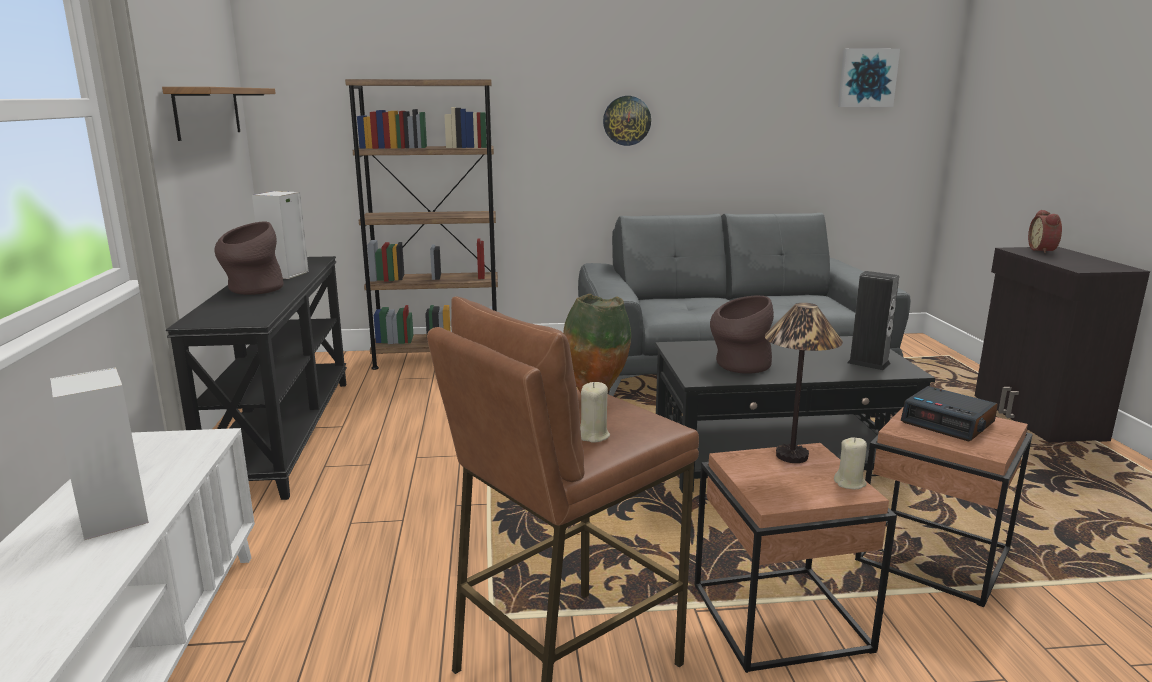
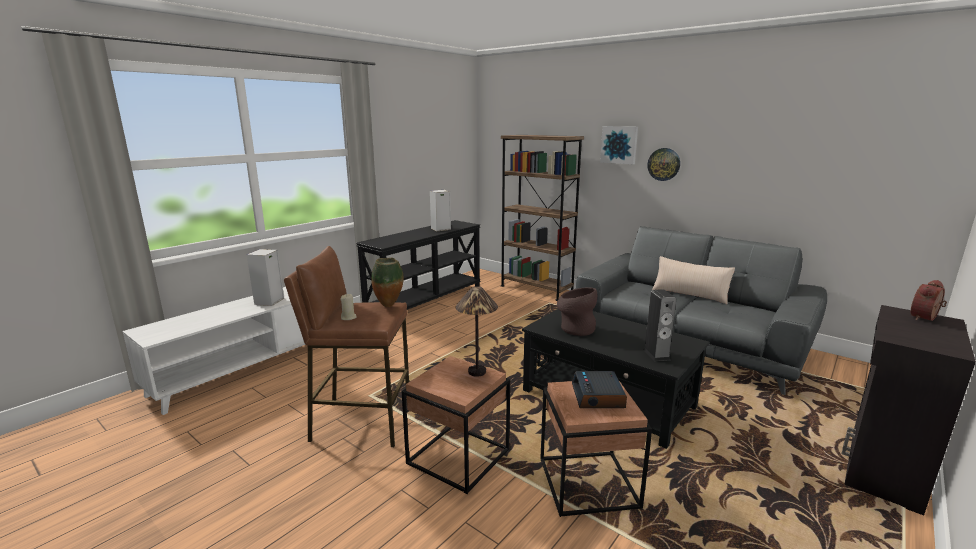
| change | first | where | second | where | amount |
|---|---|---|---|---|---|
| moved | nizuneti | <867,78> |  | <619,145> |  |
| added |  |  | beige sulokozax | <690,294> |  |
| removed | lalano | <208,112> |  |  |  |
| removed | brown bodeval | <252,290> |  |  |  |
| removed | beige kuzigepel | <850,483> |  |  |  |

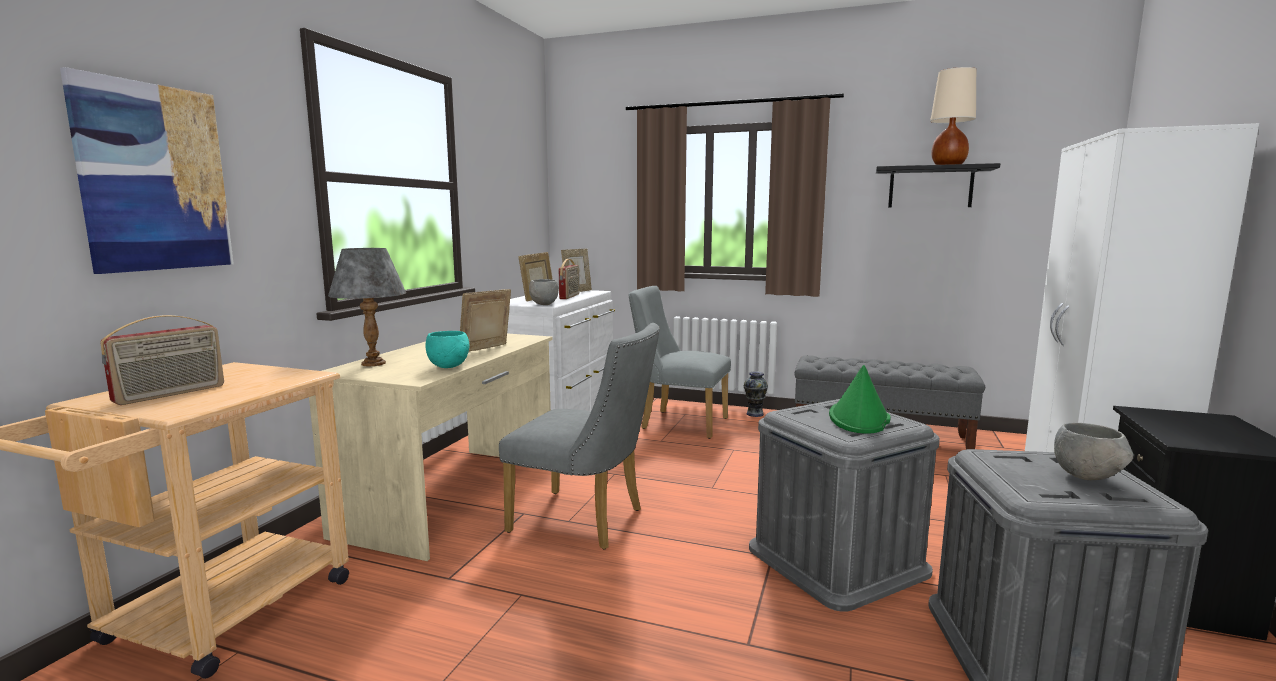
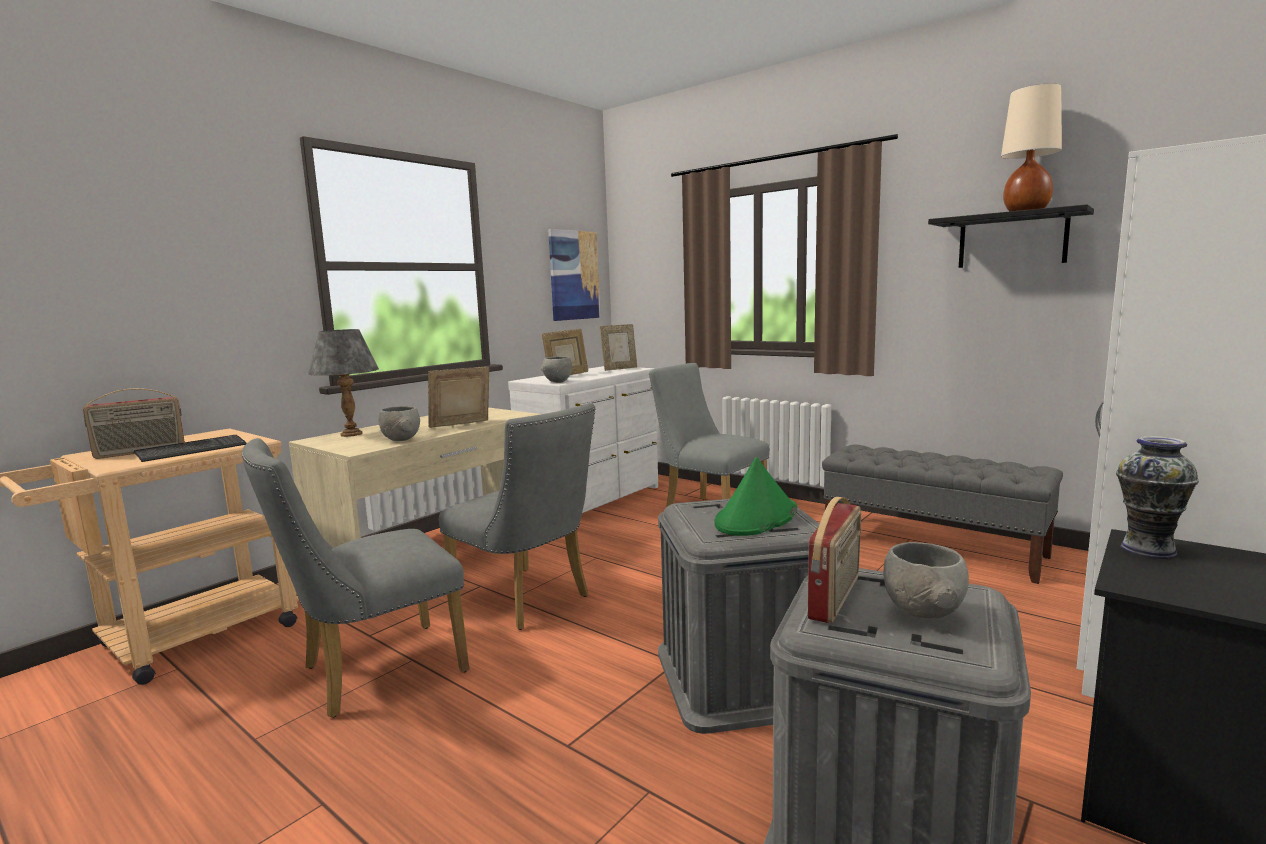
| change | first | where | second | where | amount |
|---|---|---|---|---|---|
| added |  |  | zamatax | <192,450> |  |
| added |  |  | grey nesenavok | <372,673> |  |
| recoloured | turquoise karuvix | <449,367> | grey karuvix | <401,440> |  |
| moved | nizuneti | <154,178> |  | <574,275> |  |
| moved | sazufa | <570,296> |  | <836,598> |  |
| moved | bodeval | <755,414> |  | <1149,550> |  |

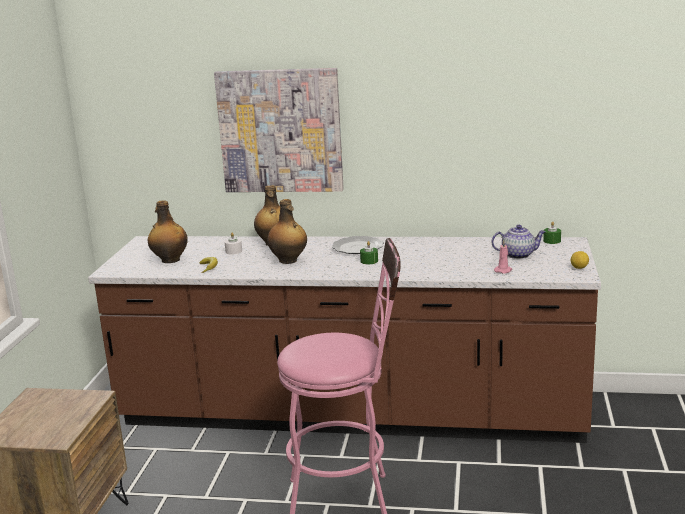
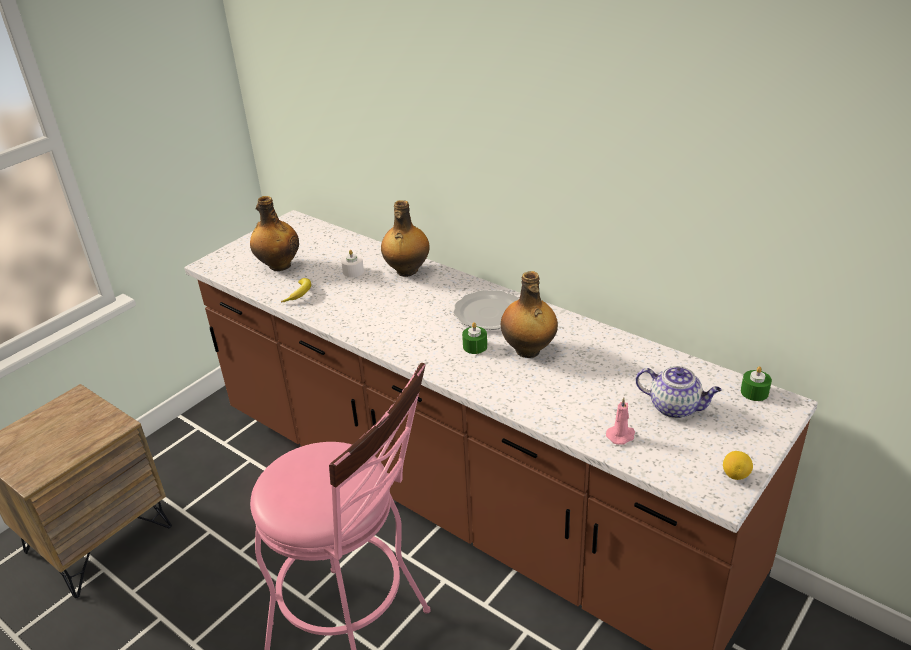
| change | first | where | second | where | amount |
|---|---|---|---|---|---|
| moved | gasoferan | <288,261> |  | <528,351> |  |
| removed | nizuneti | <280,131> |  |  |  |

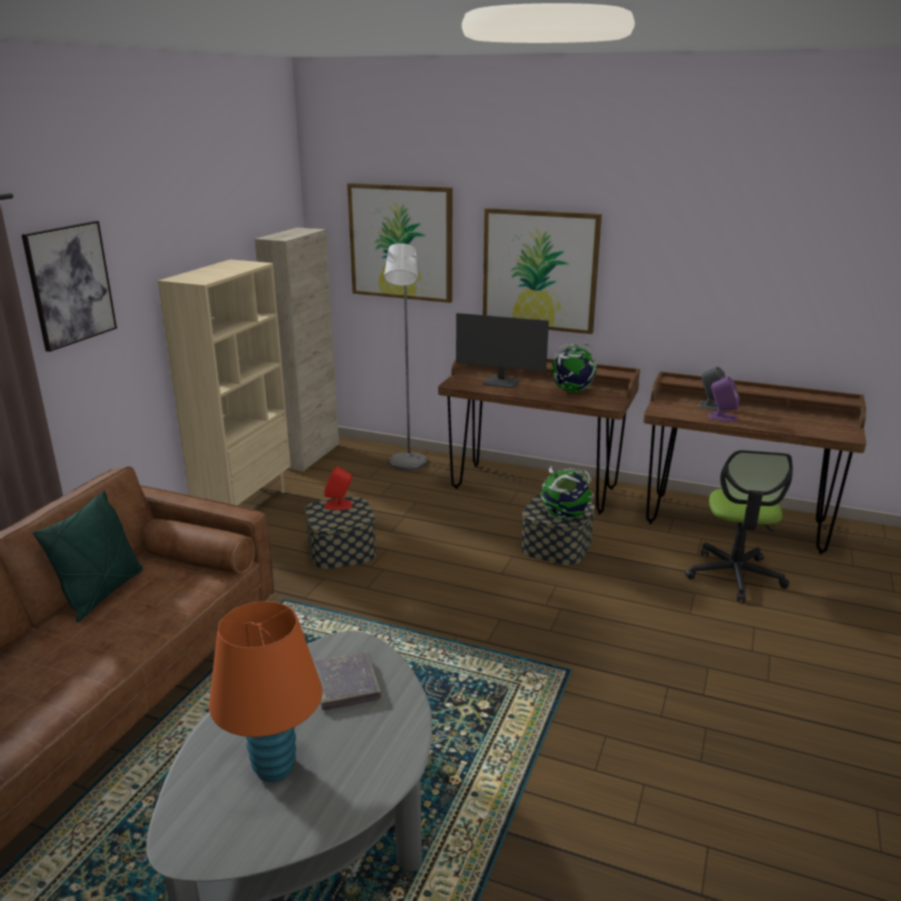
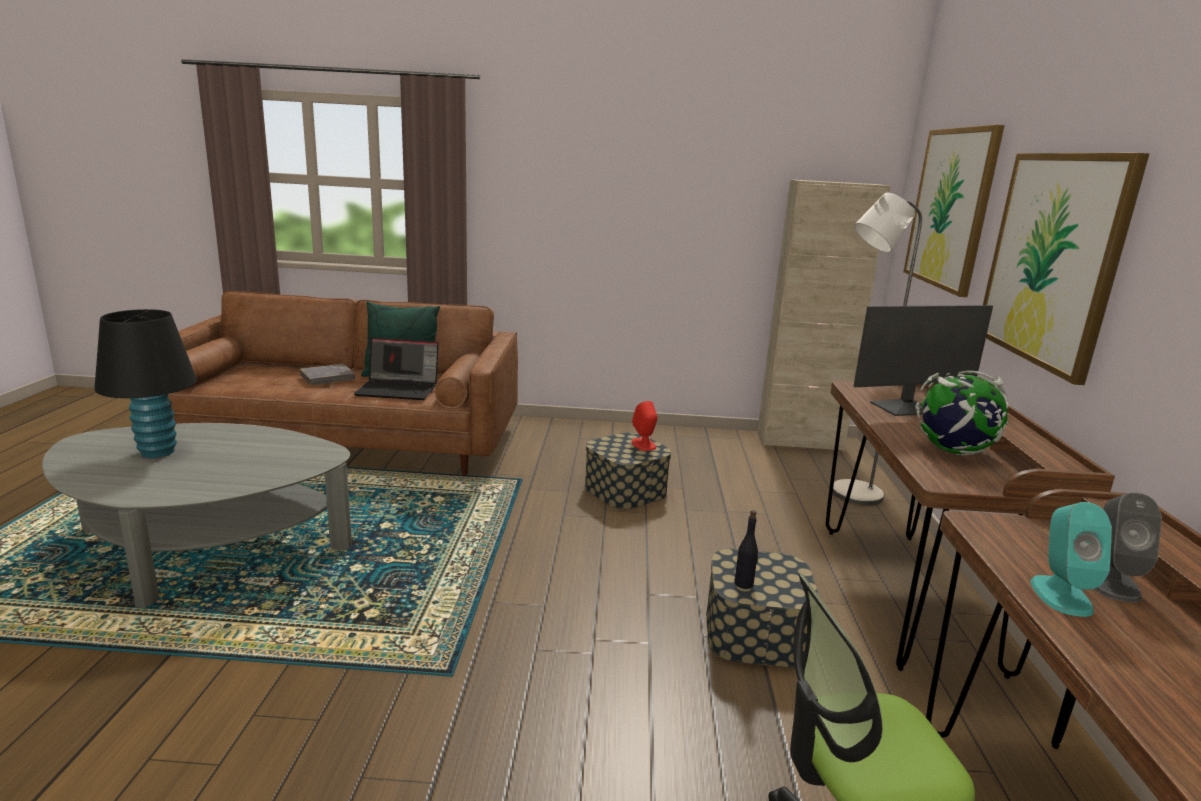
| change | first | where | second | where | amount |
|---|---|---|---|---|---|
| recoloured | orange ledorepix | <274,768> | black ledorepix | <157,452> |  |
| moved | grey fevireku | <346,685> |  | <327,378> |  |
| added |  |  | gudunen | <399,389> |  |
| replaced | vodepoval | <565,517> | black gasoferan | <744,584> |  |
| turned | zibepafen | <501,382> |  | <905,408> | 105 degrees counterclockwise |
| recoloured | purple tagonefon | <722,417> | turquoise tagonefon | <1060,595> |  |
| removed | nizuneti | <70,284> |  |  |  |
| removed | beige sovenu | <244,505> |  |  |  |

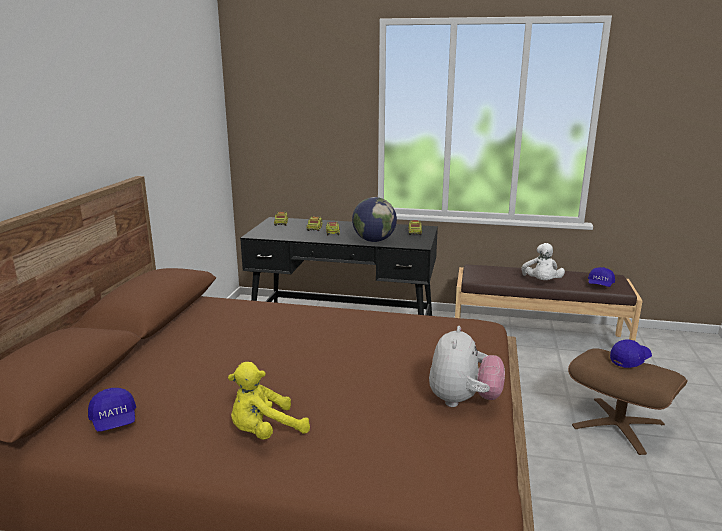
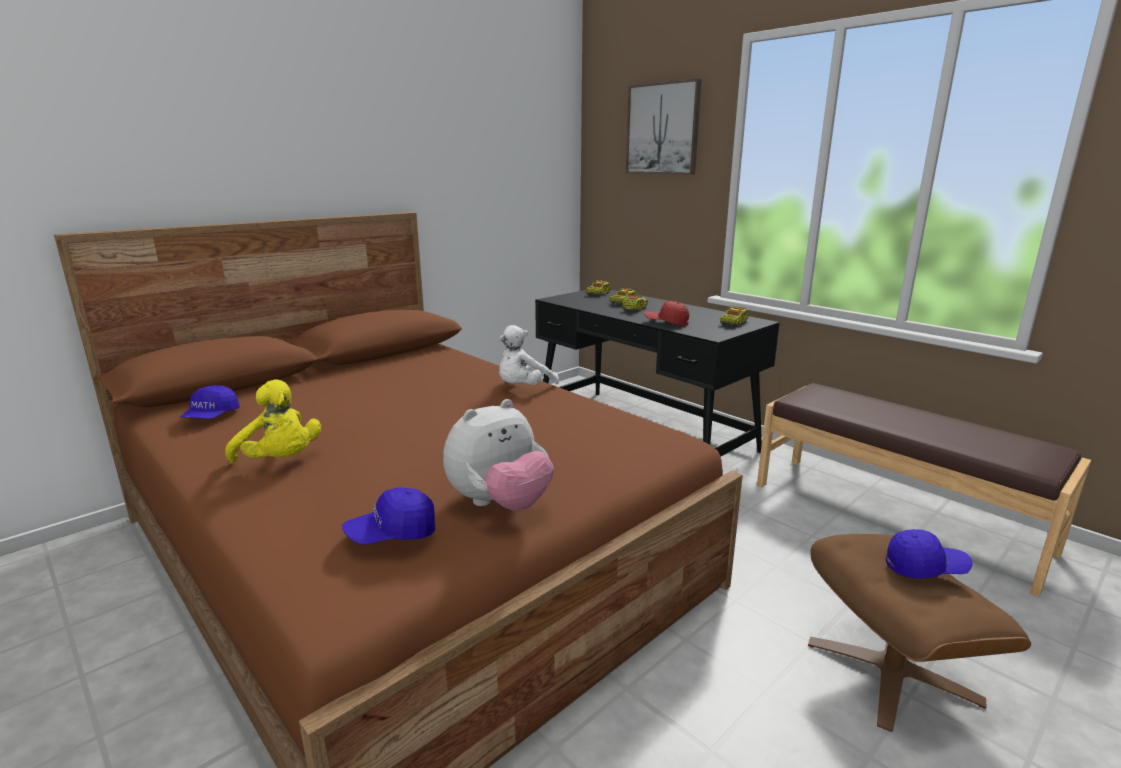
| change | first | where | second | where | amount |
|---|---|---|---|---|---|
| turned | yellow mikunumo | <265,432> |  | <280,461> | 150 degrees counterclockwise |
| moved | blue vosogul | <600,285> |  | <392,534> |  |
| moved | white mikunumo | <541,282> |  | <523,388> |  |
| added |  |  | nizuneti | <663,129> |  |
| replaced | vodepoval | <374,240> | red vosogul | <666,323> |  |

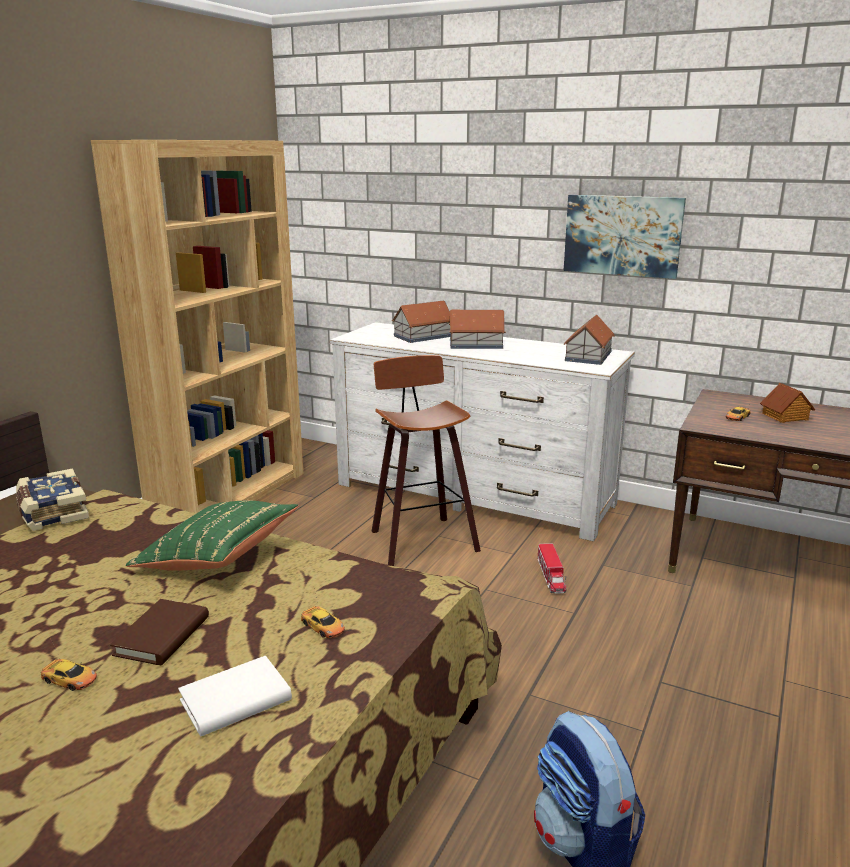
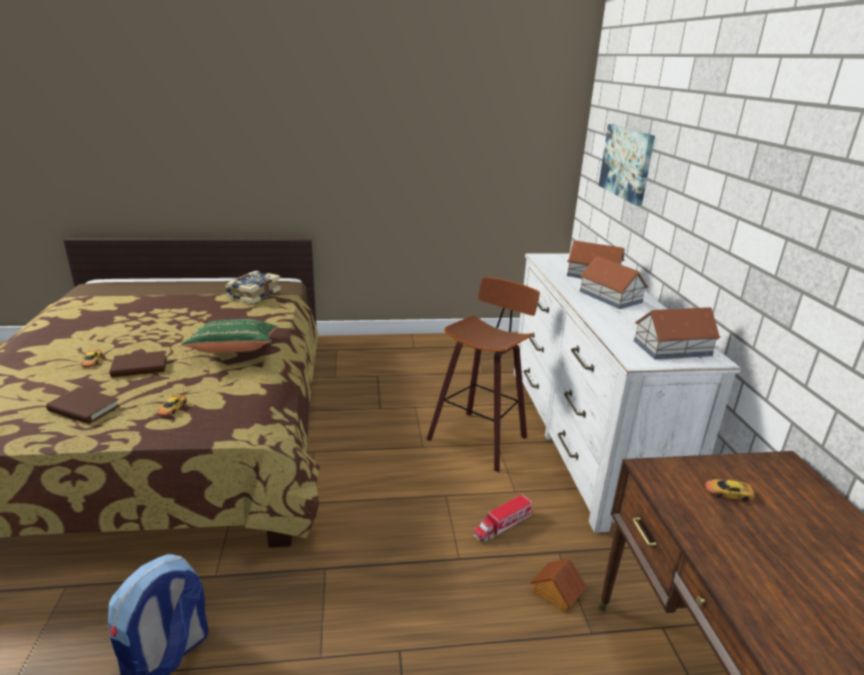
| change | first | where | second | where | amount |
|---|---|---|---|---|---|
| recoloured | white fevireku | <236,700> | brown fevireku | <84,409> |  |
| moved | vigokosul | <785,416> |  | <556,592> |  |
| moved | nizuneti | <622,235> |  | <626,163> |  |
| removed | brown sovenu | <230,495> |  |  |  |

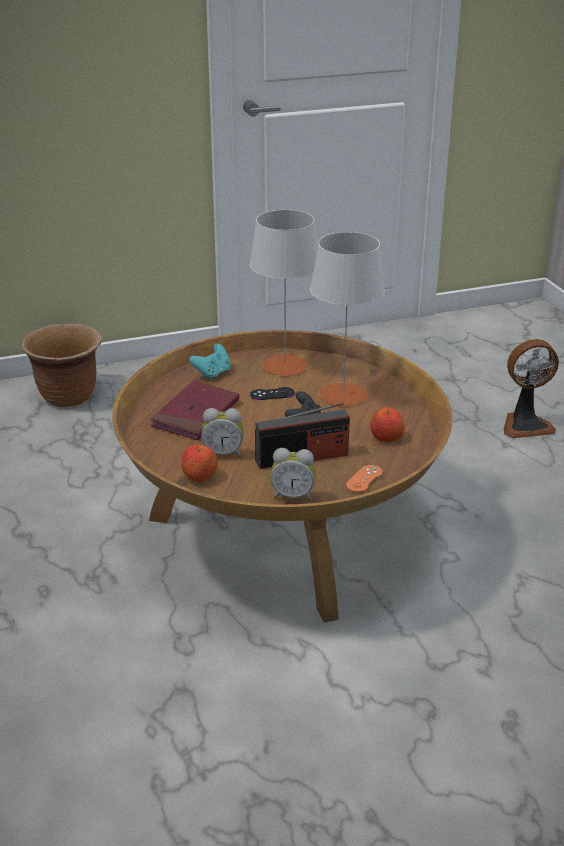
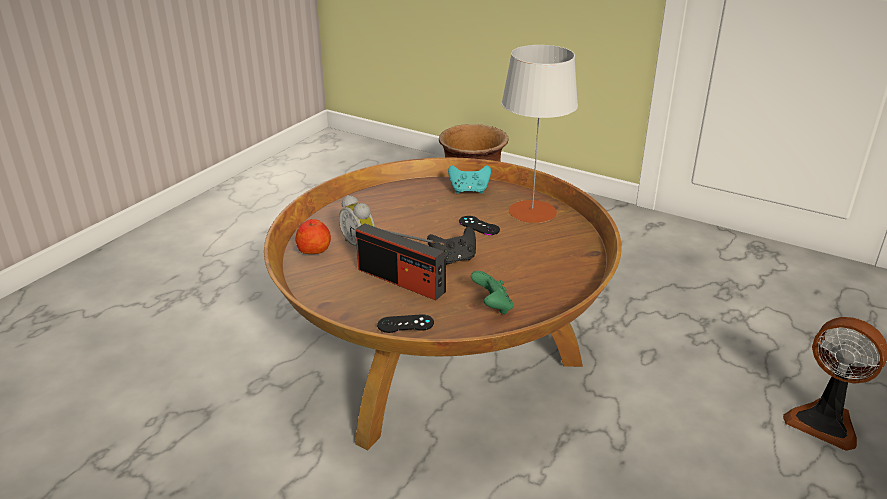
| change | first | where | second | where | amount |
|---|---|---|---|---|---|
| recoloured | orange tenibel | <364,479> | black tenibel | <405,324> |  |
| replaced | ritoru | <386,437> | green tenibel | <492,307> |  |
| removed | red fevireku | <195,414> |  |  |  |
| removed | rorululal | <293,495> |  |  |  |
| removed | grey ledorepix | <343,394> |  |  |  |

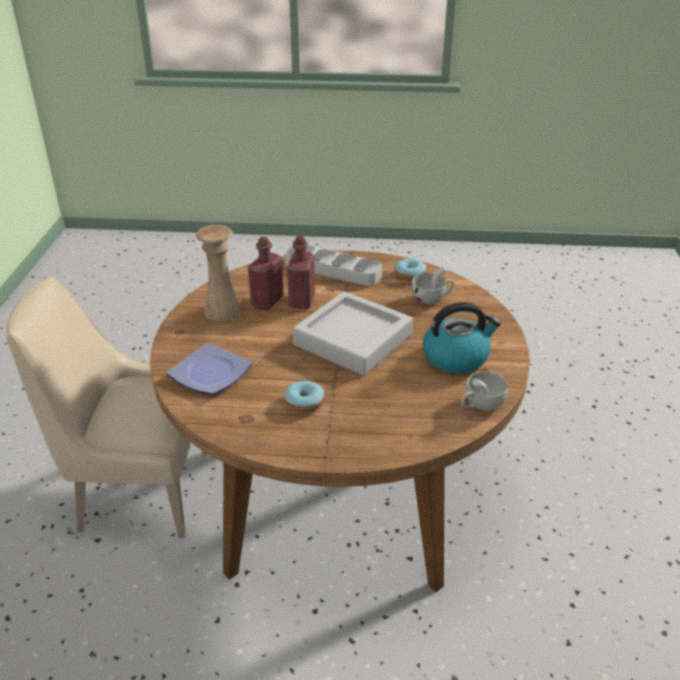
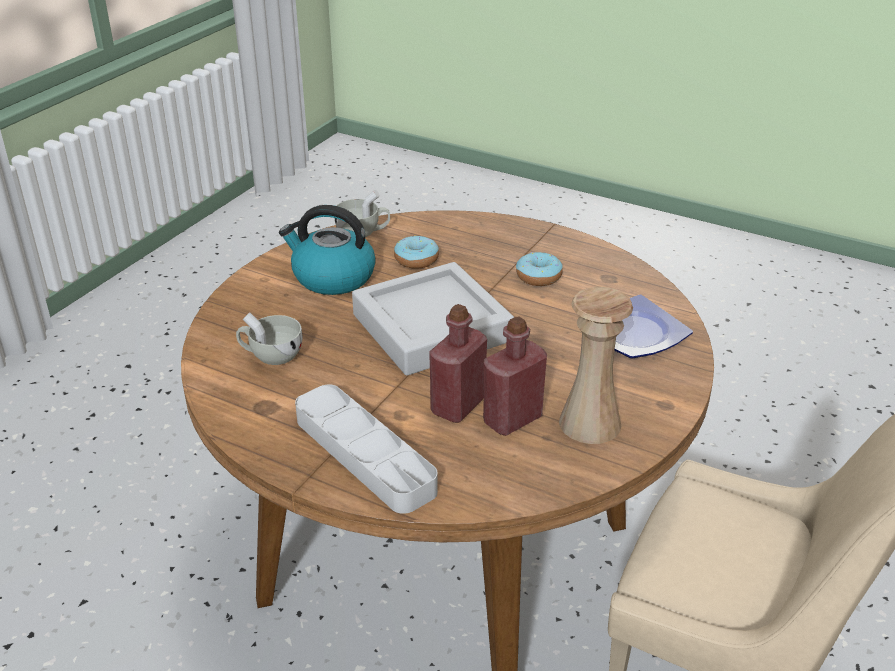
| change | first | where | second | where | amount |
|---|---|---|---|---|---|
| moved | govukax | <410,275> |  | <416,260> |  |

